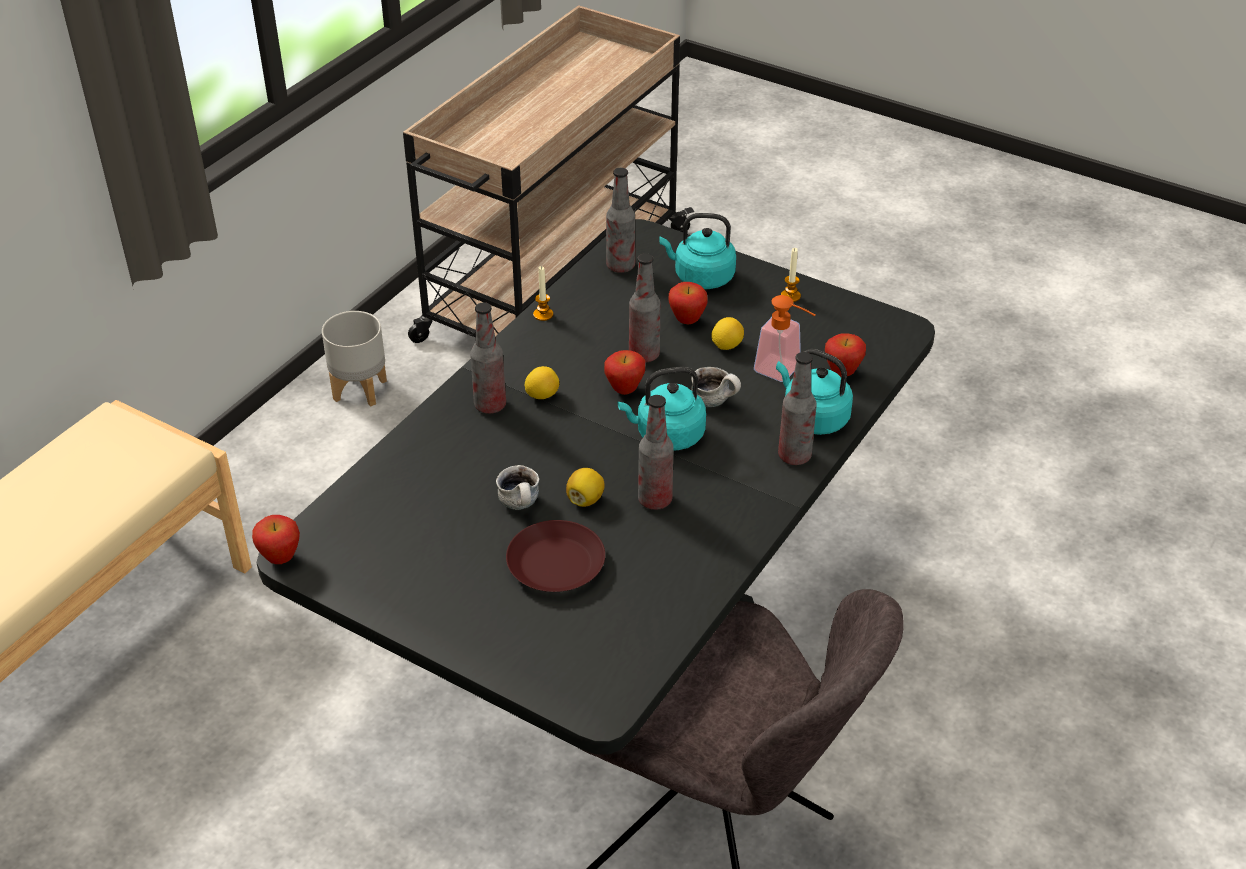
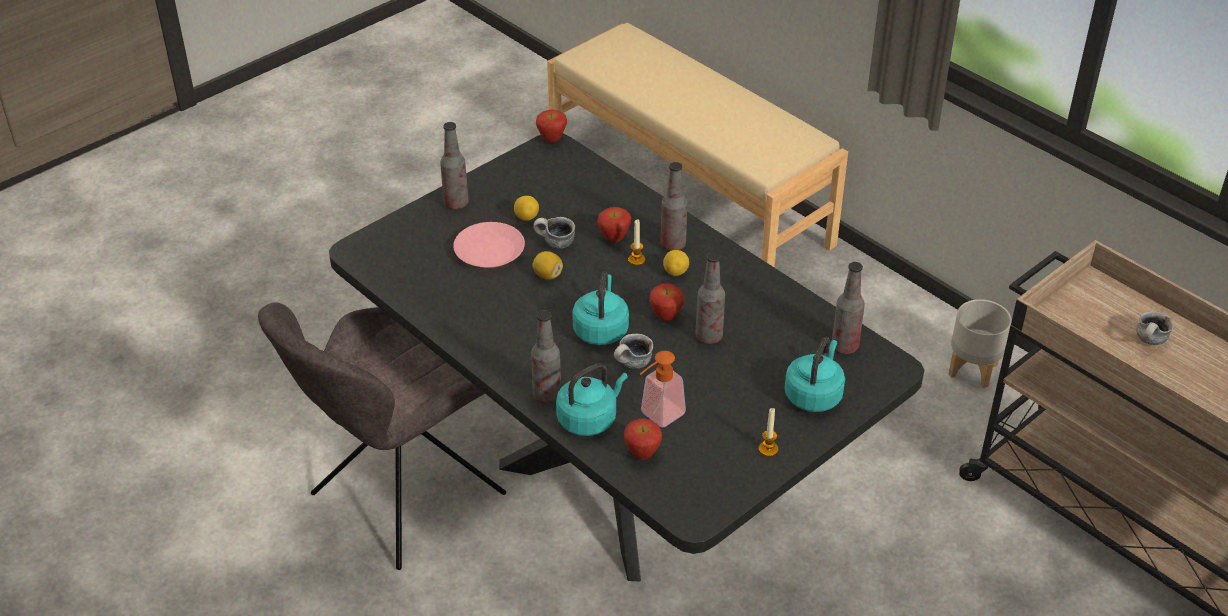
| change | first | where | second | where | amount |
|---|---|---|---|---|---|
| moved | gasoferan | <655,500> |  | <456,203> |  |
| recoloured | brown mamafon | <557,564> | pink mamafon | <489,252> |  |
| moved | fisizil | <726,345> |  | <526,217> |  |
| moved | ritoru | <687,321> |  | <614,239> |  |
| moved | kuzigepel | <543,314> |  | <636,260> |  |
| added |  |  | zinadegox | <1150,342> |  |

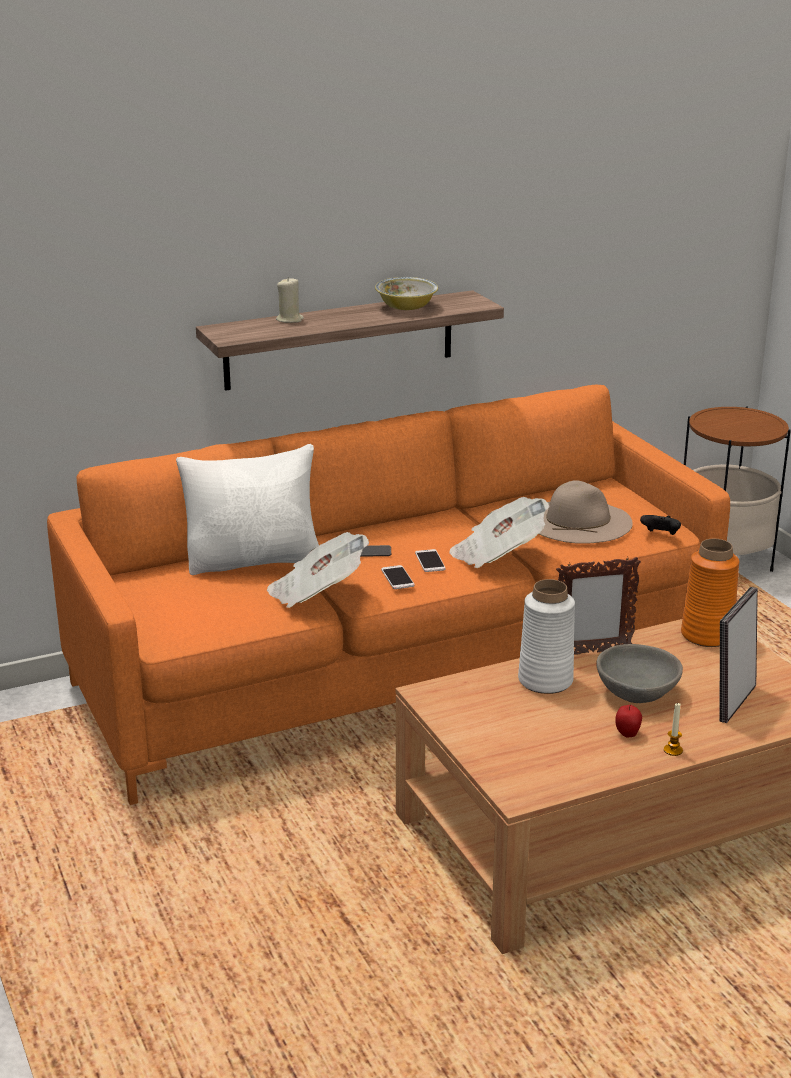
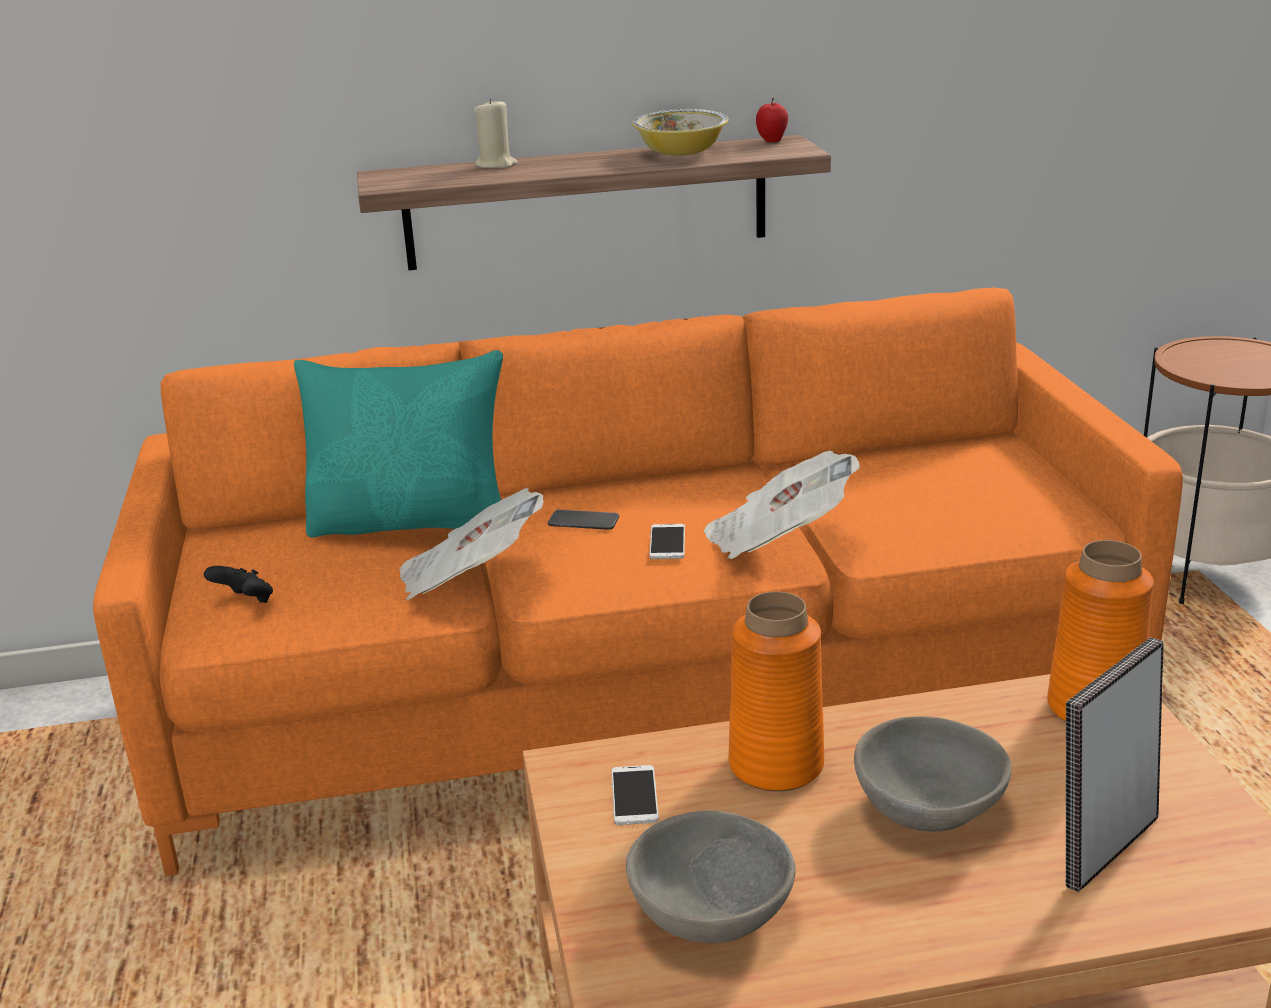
| change | first | where | second | where | amount |
|---|---|---|---|---|---|
| moved | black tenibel | <660,535> |  | <245,602> |  |
| recoloured | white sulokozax | <254,561> | turquoise sulokozax | <412,523> |  |
| moved | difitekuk | <397,578> |  | <634,796> |  |
| added |  |  | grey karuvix | <714,913> |  |
| recoloured | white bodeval | <545,681> | orange bodeval | <775,765> |  |
| moved | ritoru | <627,734> |  | <772,141> |  |
| removed | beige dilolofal | <578,521> |  |  |  |
| removed | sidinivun | <592,652> |  |  |  |
| removed | kuzigepel | <673,750> |  |  |  |

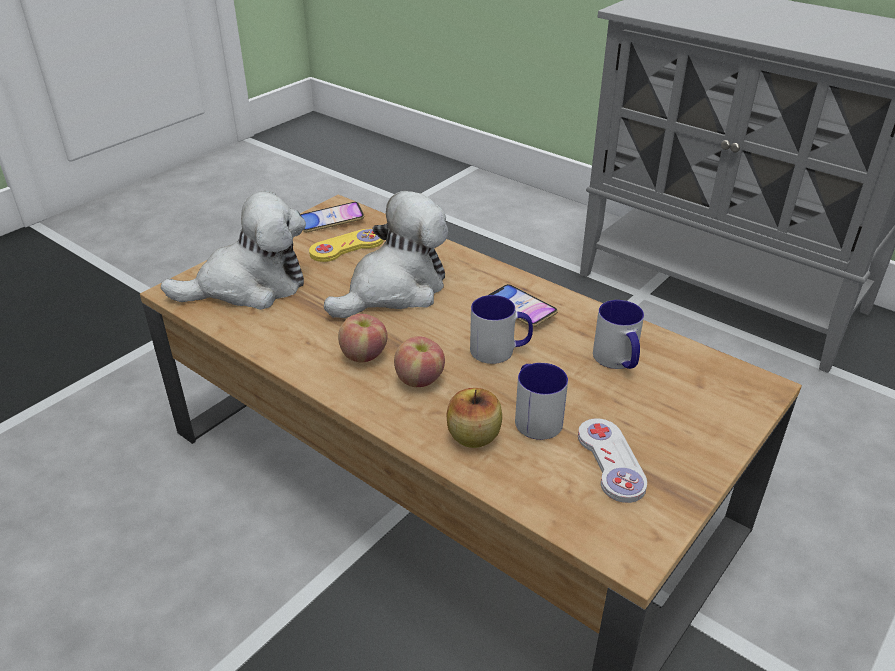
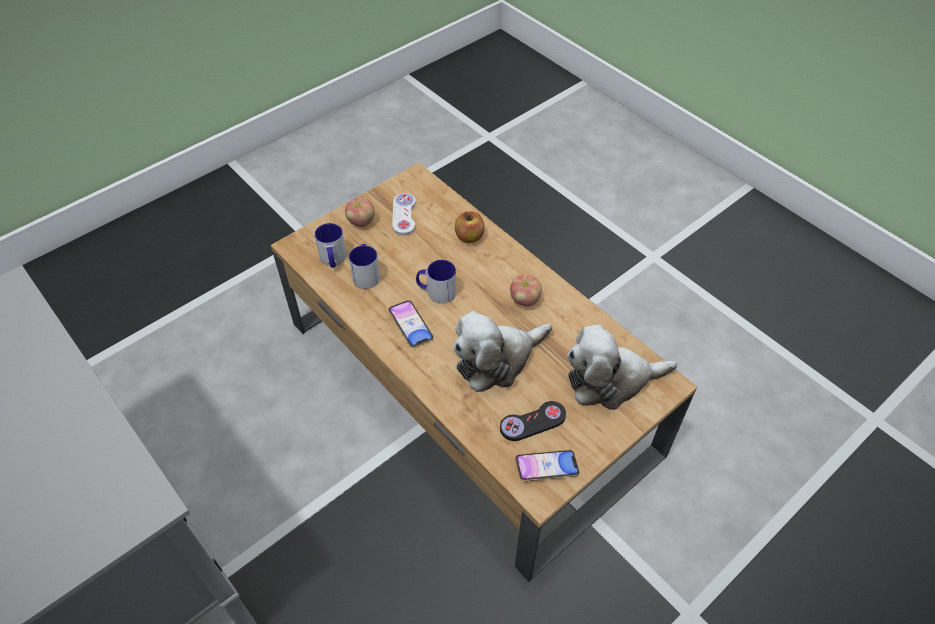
| change | first | where | second | where | amount |
|---|---|---|---|---|---|
| moved | zinadegox | <534,416> |  | <333,260> |  |
| moved | ritoru | <419,379> |  | <361,222> |  |
| recoloured | yellow tenibel | <347,247> | black tenibel | <532,422> |  |

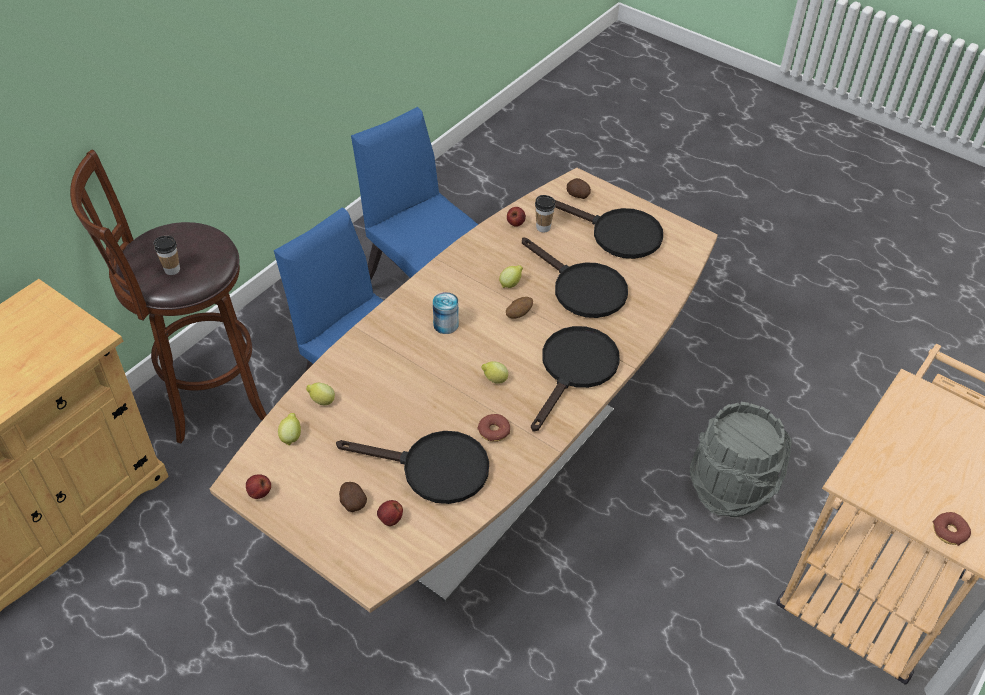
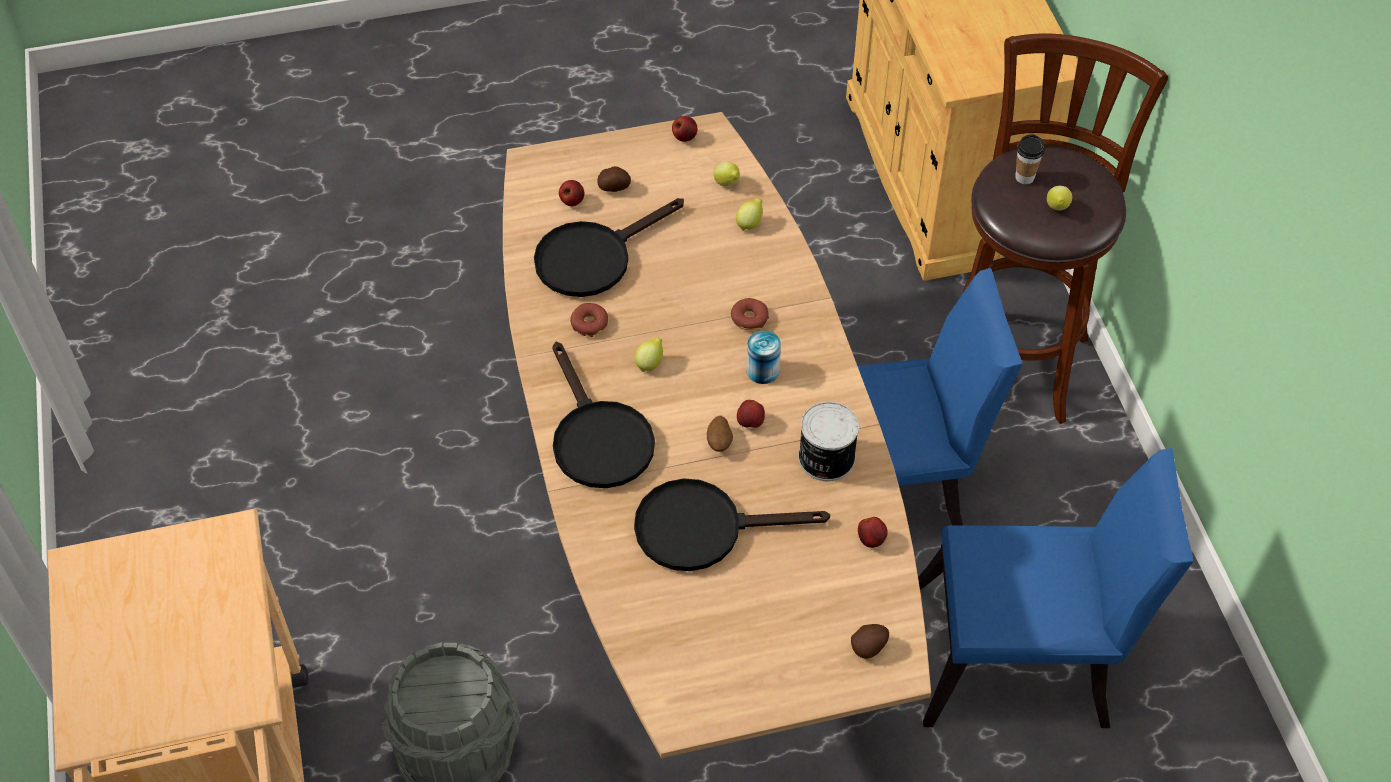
| change | first | where | second | where | amount |
|---|---|---|---|---|---|
| moved | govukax | <949,532> |  | <749,318> |  |
| added |  |  | ritoru | <750,423> |  |
| added |  |  | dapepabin | <825,458> |  |
| moved | fisizil | <511,284> |  | <1057,208> |  |
| removed | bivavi | <543,227> |  |  |  |
| removed | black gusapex | <617,234> |  |  |  |

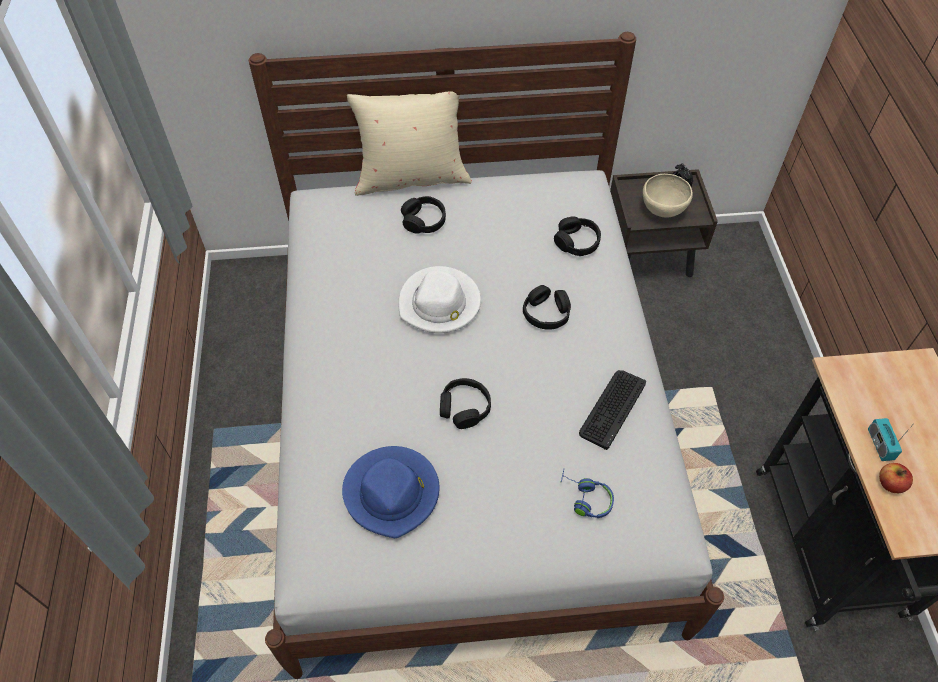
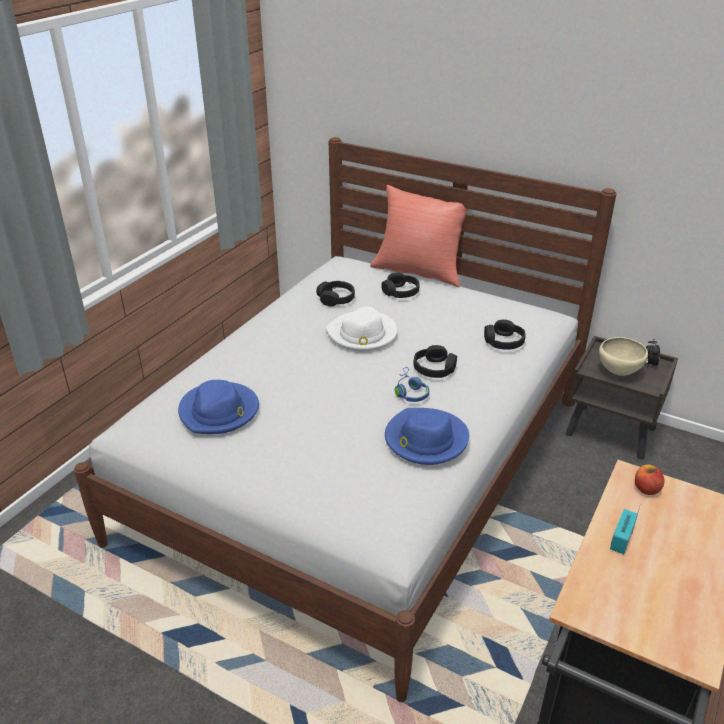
| change | first | where | second | where | amount |
|---|---|---|---|---|---|
| moved | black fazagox | <464,408> |  | <336,299> |  |
| recoloured | beige sulokozax | <412,177> | red sulokozax | <419,271> |  |
| replaced | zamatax | <612,408> | blue dilolofal | <425,439> |  |
| moved | blue fazagox | <585,498> |  | <410,392> |  |
| moved | ritoru | <890,484> |  | <646,489> |  |

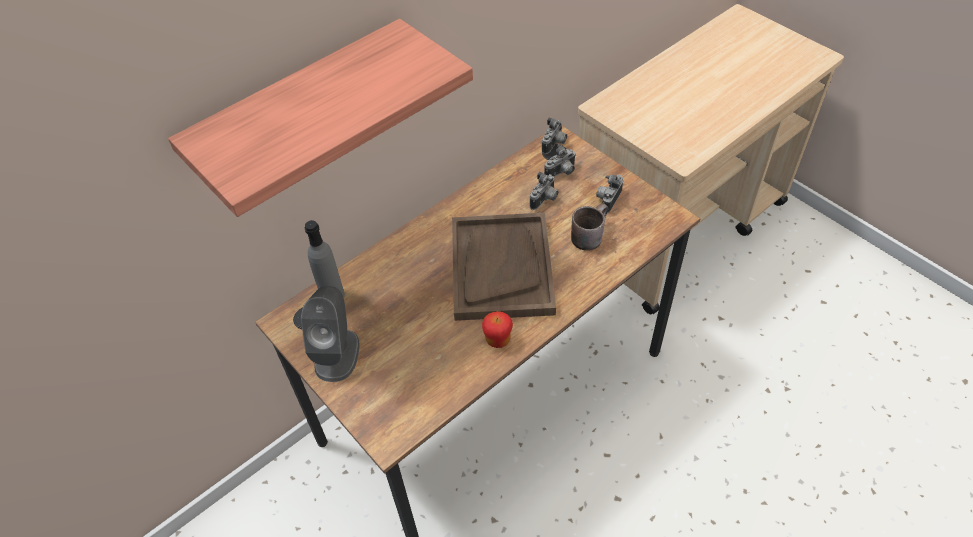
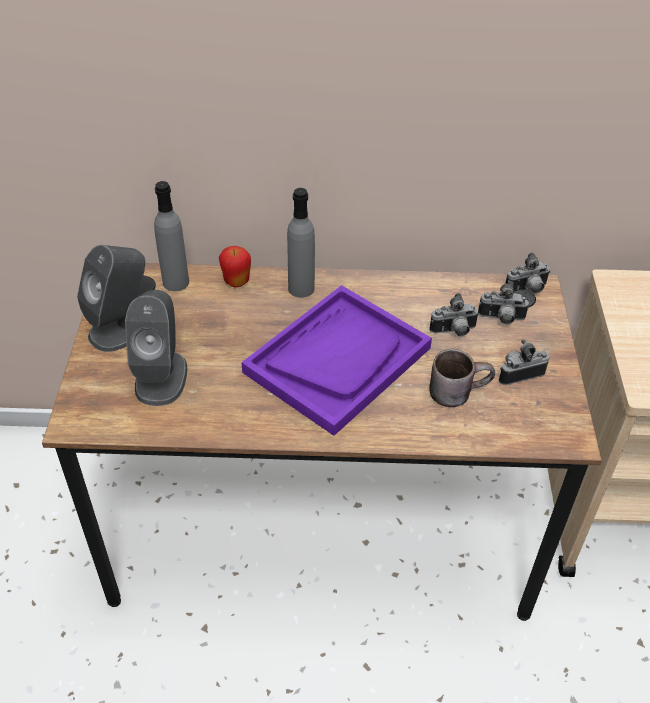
| change | first | where | second | where | amount |
|---|---|---|---|---|---|
| added |  |  | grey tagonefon | <161,377> |  |
| moved | ritoru | <498,340> |  | <236,281> |  |
| recoloured | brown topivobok | <501,267> | purple topivobok | <337,360> |  |
| added |  |  | grey gasoferan | <301,288> |  |
| removed | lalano | <302,114> |  |  |  |

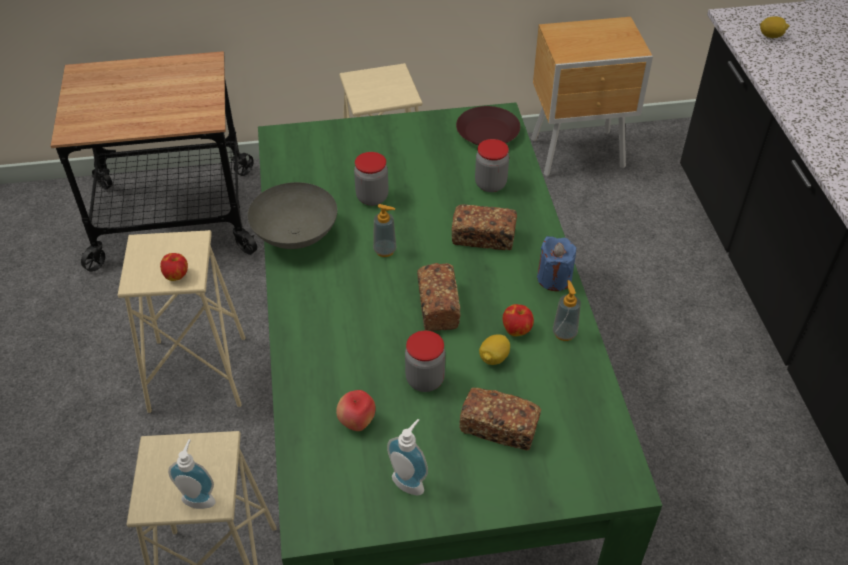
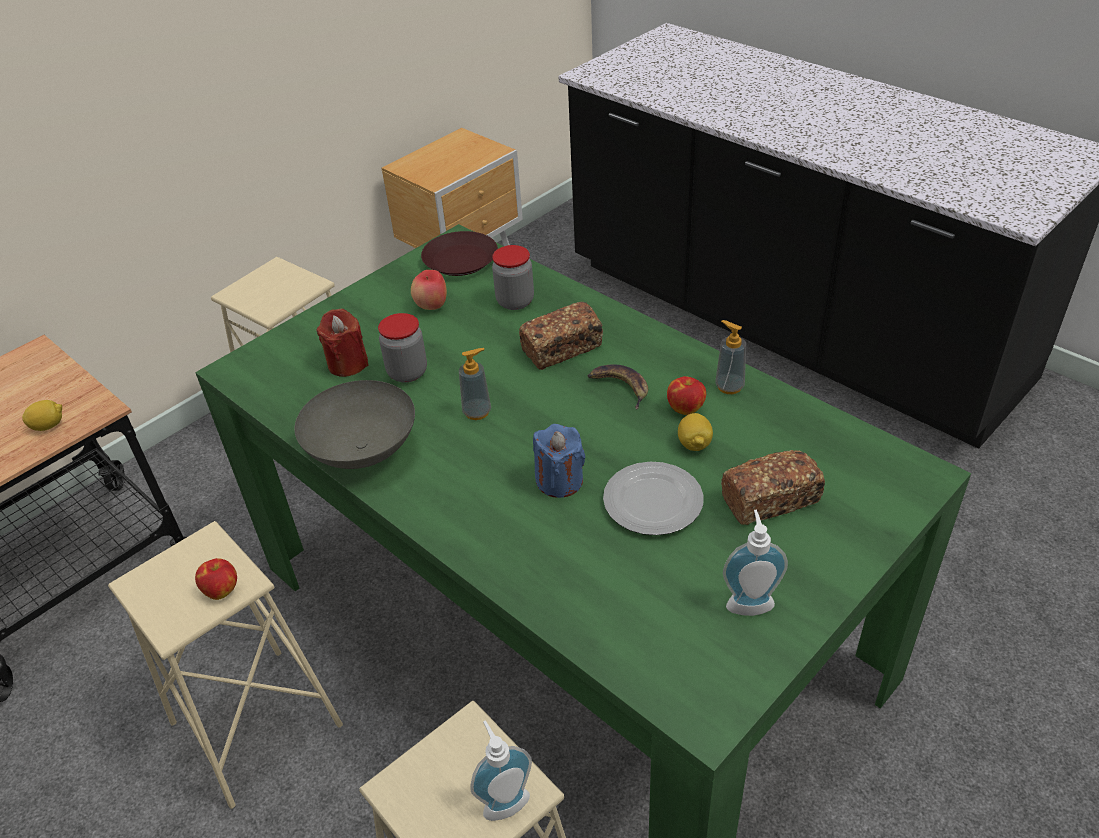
| change | first | where | second | where | amount |
|---|---|---|---|---|---|
| moved | fisizil | <771,36> |  | <49,425> |  |
| added |  |  | red kuzigepel | <347,364> |  |
| moved | ritoru | <357,422> |  | <432,306> |  |
| moved | blue kuzigepel | <554,278> |  | <559,481> |  |
| added |  |  | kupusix | <619,387> |  |
| replaced | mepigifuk | <425,379> | mamafon | <654,502> |  |
| removed | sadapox | <437,306> |  |  |  |

